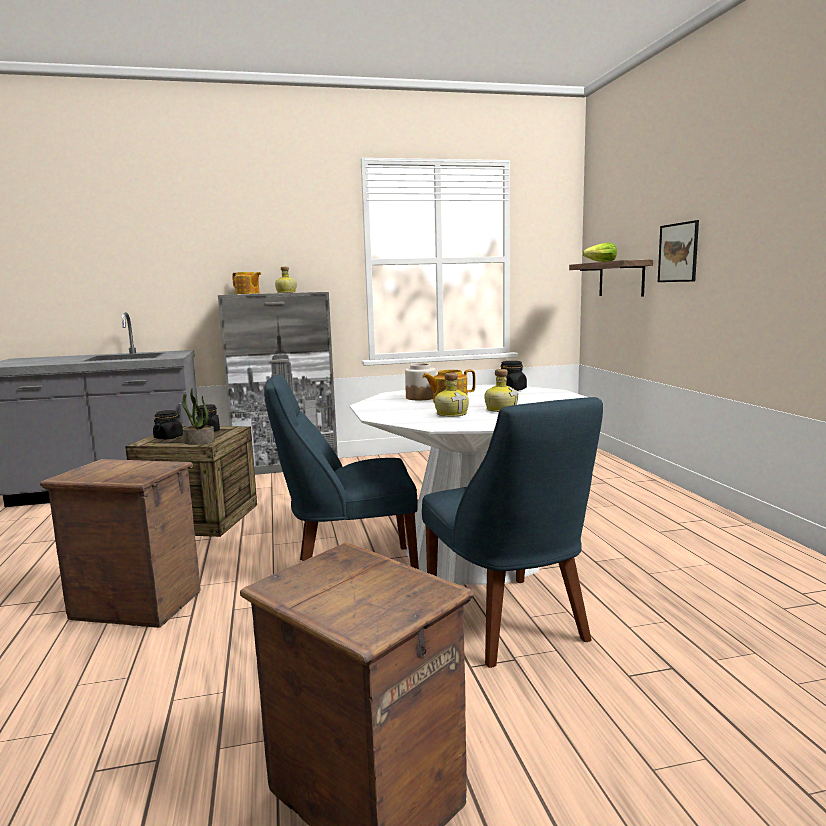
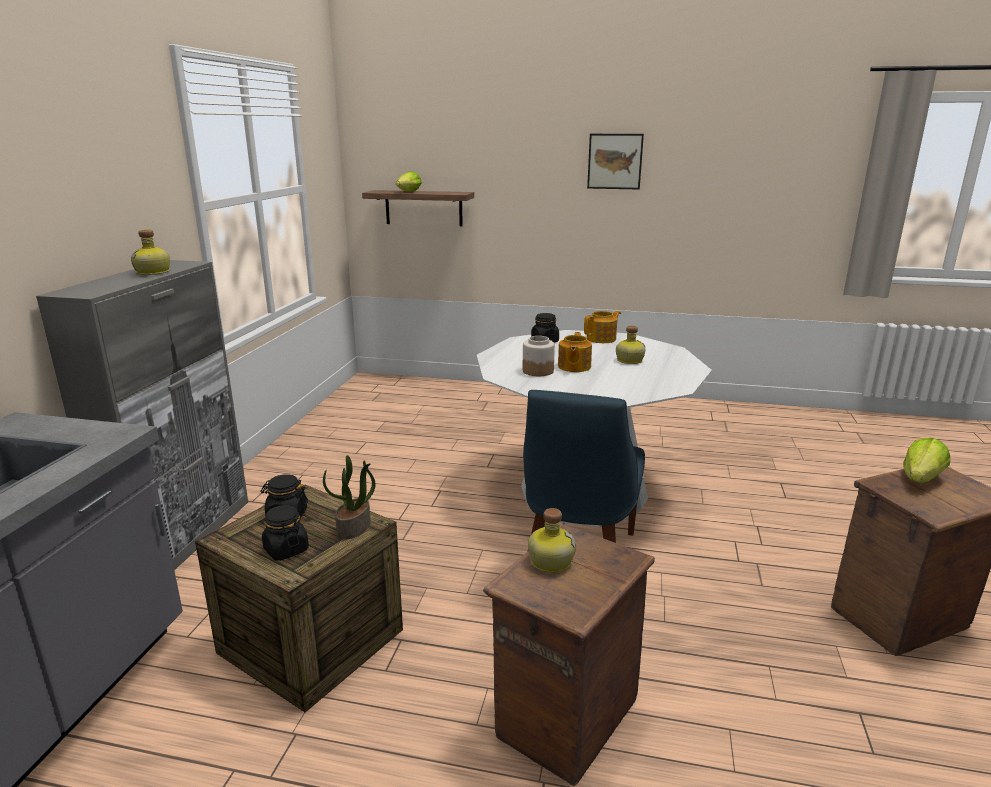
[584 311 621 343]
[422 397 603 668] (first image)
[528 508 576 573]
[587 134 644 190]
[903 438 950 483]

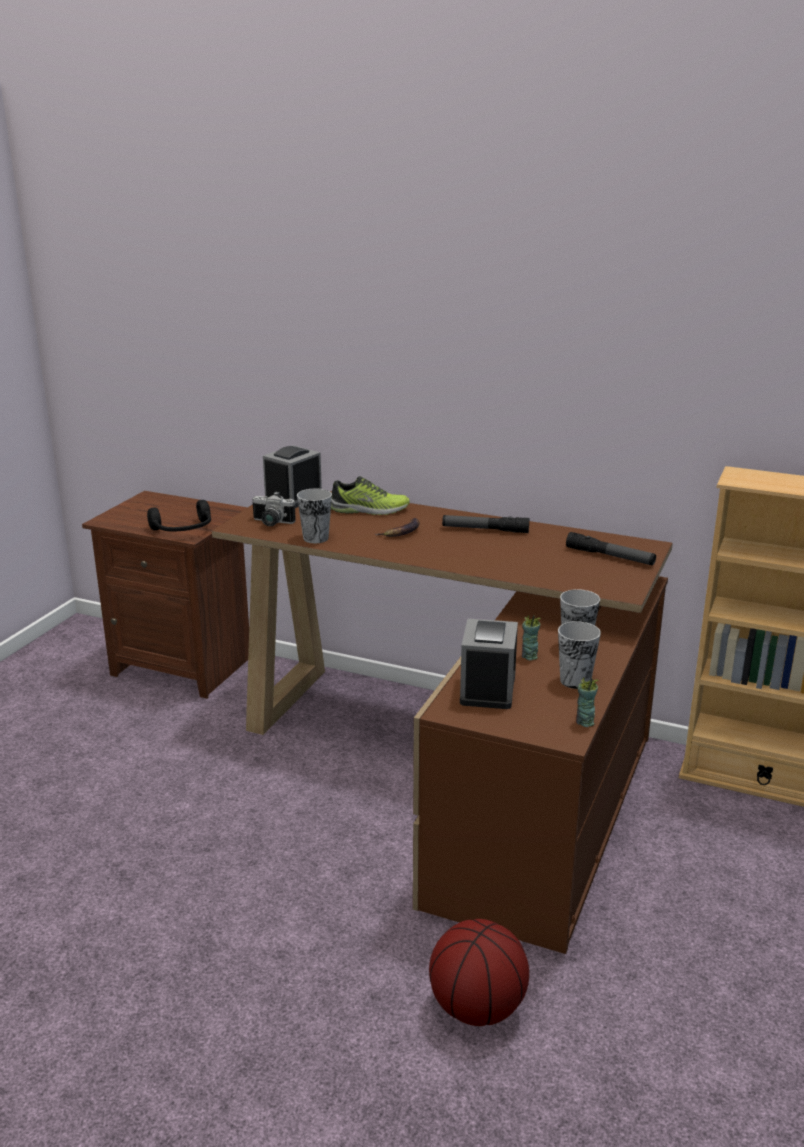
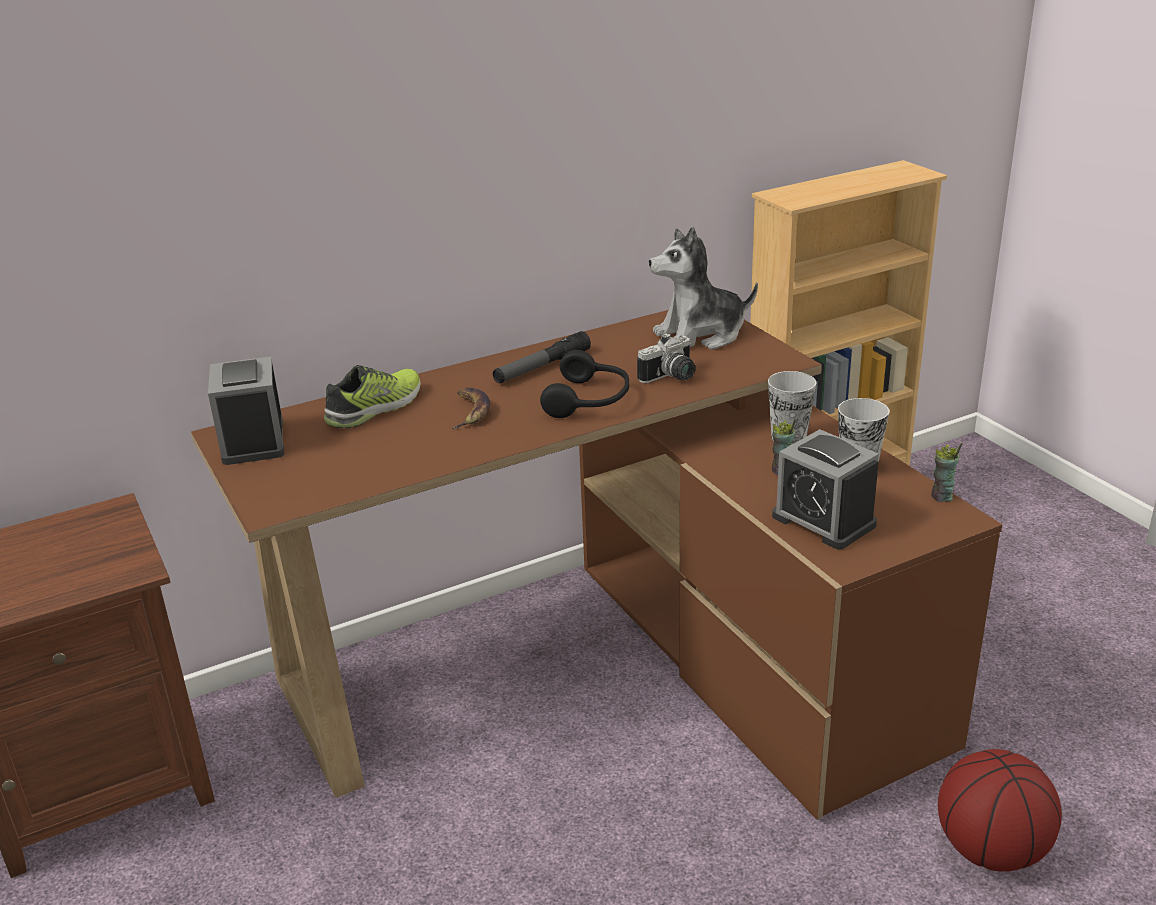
[540 350 629 418]
[637 333 696 383]
[297 489 332 543] (first image)
[649 226 758 350]

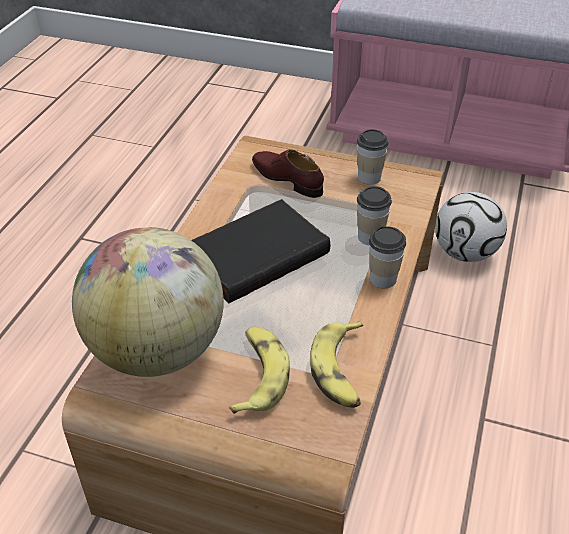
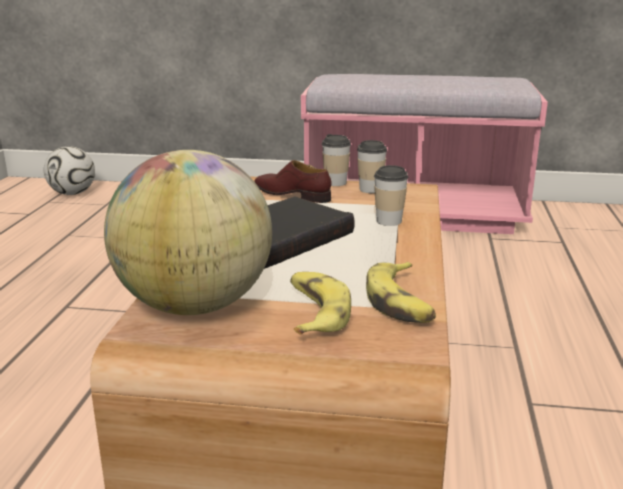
[322 134 351 186]
[44 146 95 195]

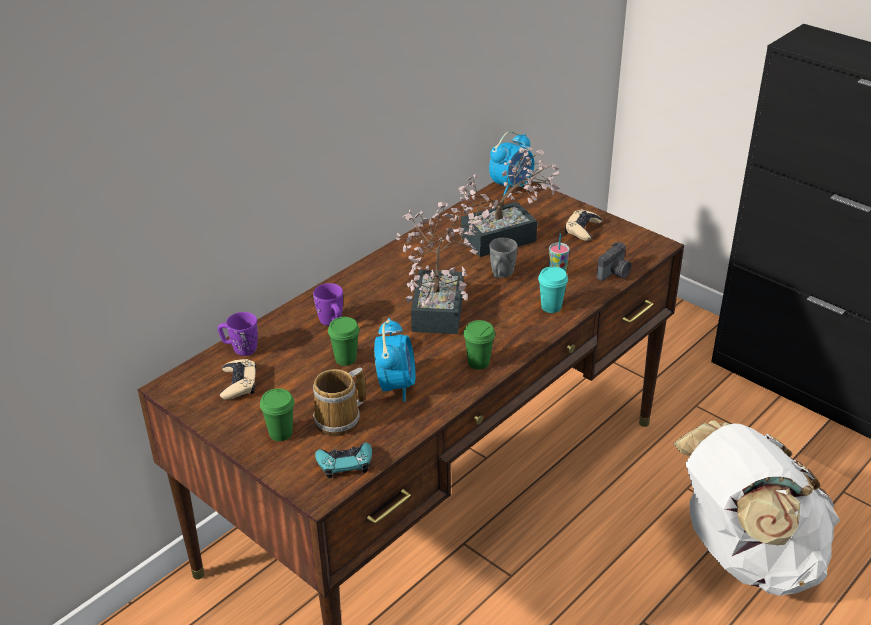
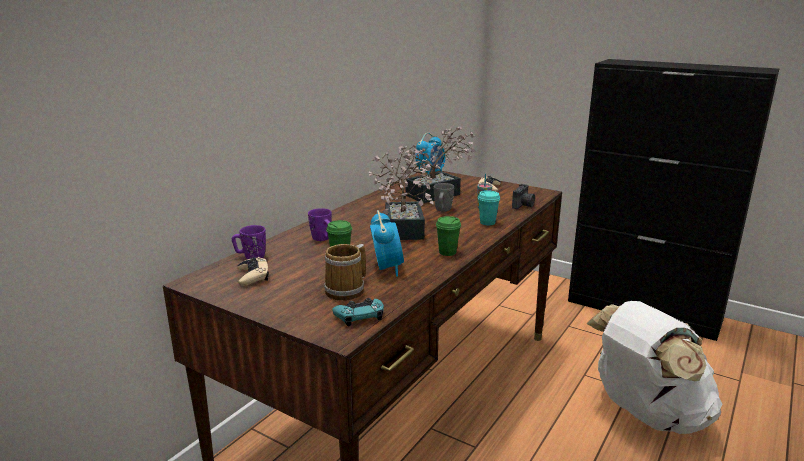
[260 388 294 441] (first image)

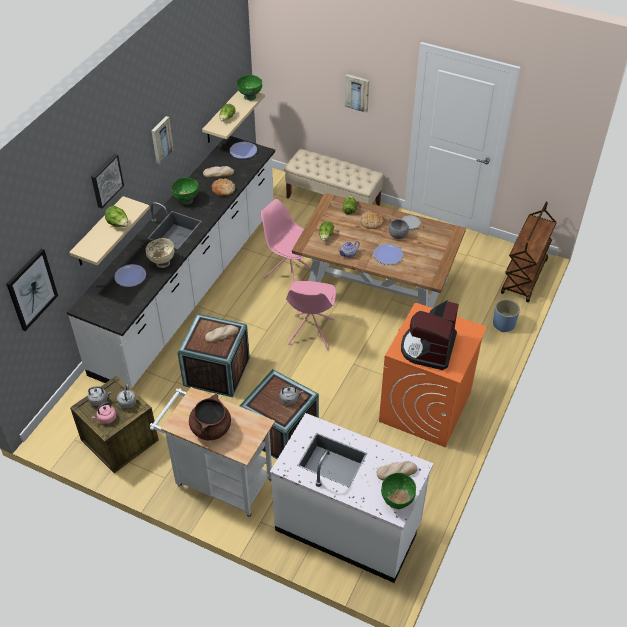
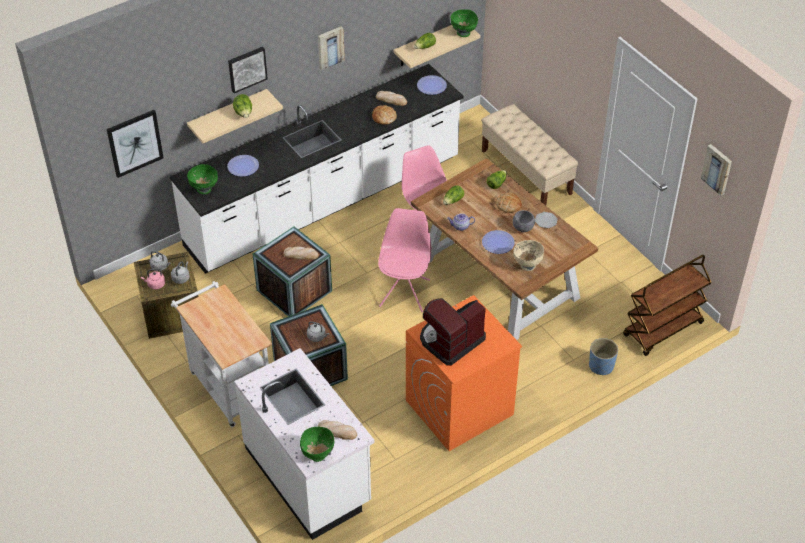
[513 240 544 271]
[187 164 218 194]
[189 394 231 440] (first image)
[378 208 431 312]
[701 144 732 196]

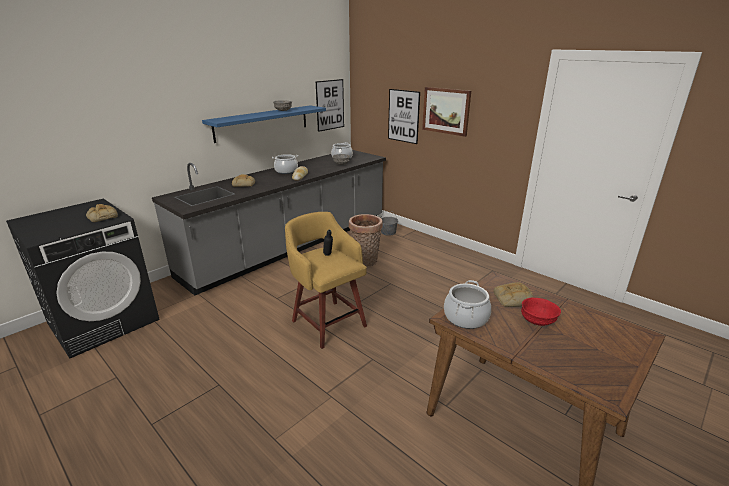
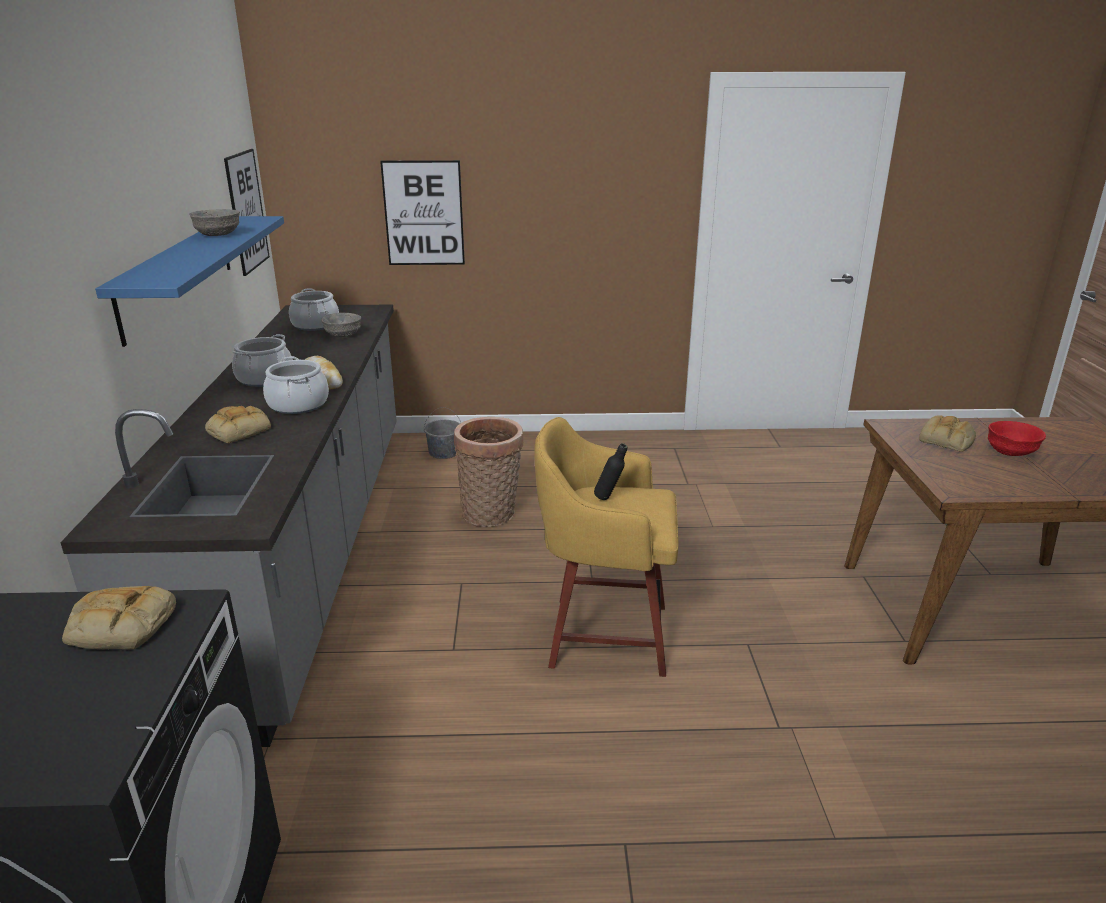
[422 87 471 137] (first image)
[263 356 329 414]

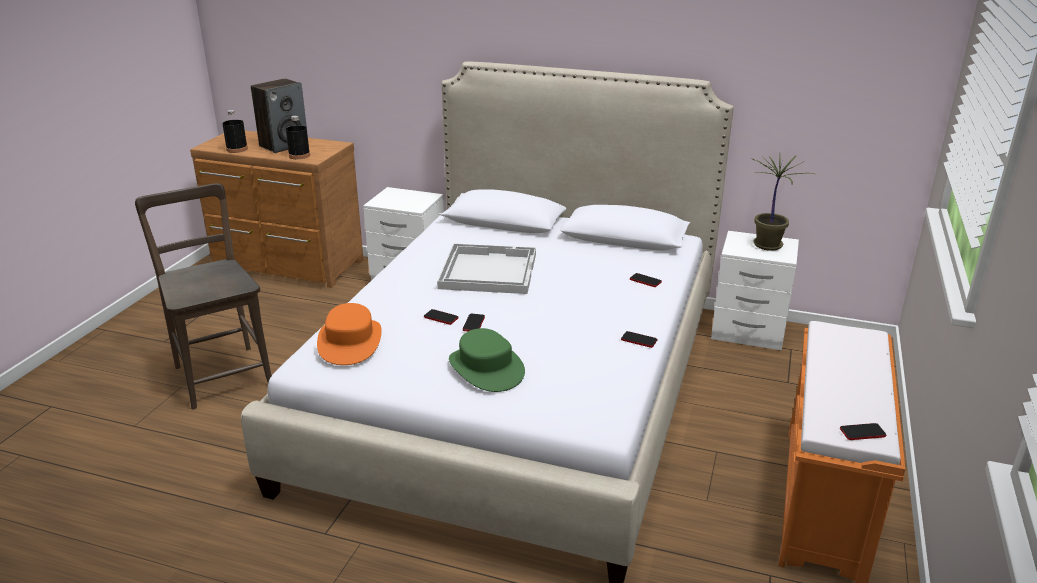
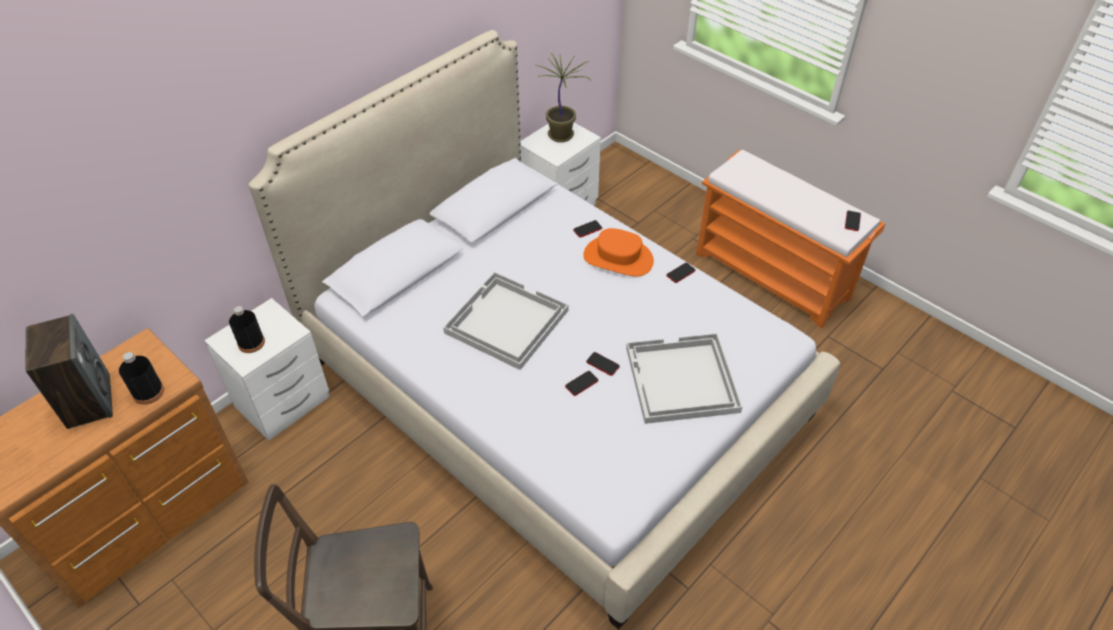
[229 306 265 353]
[583 228 654 277]
[626 333 742 424]

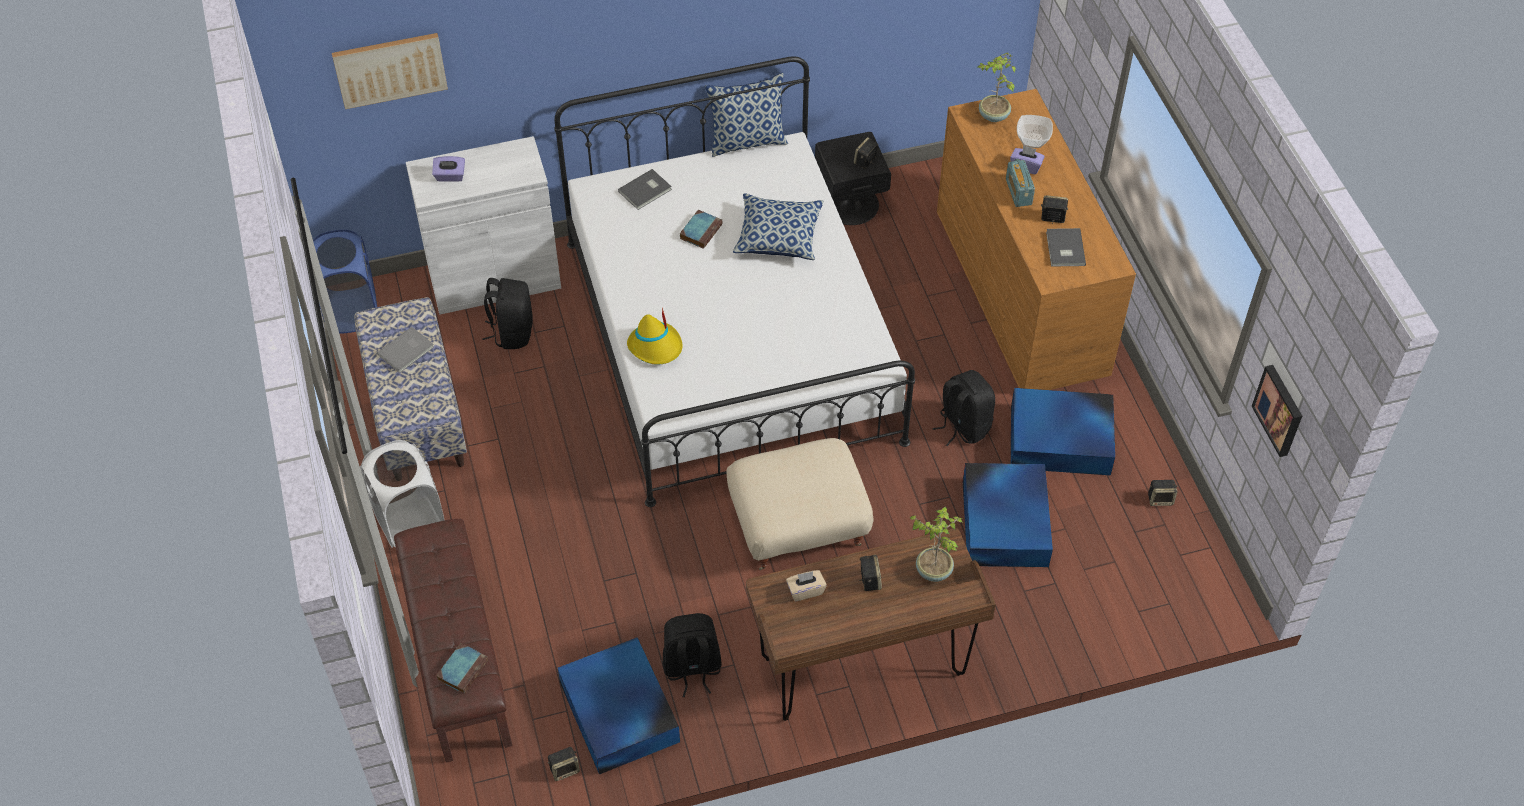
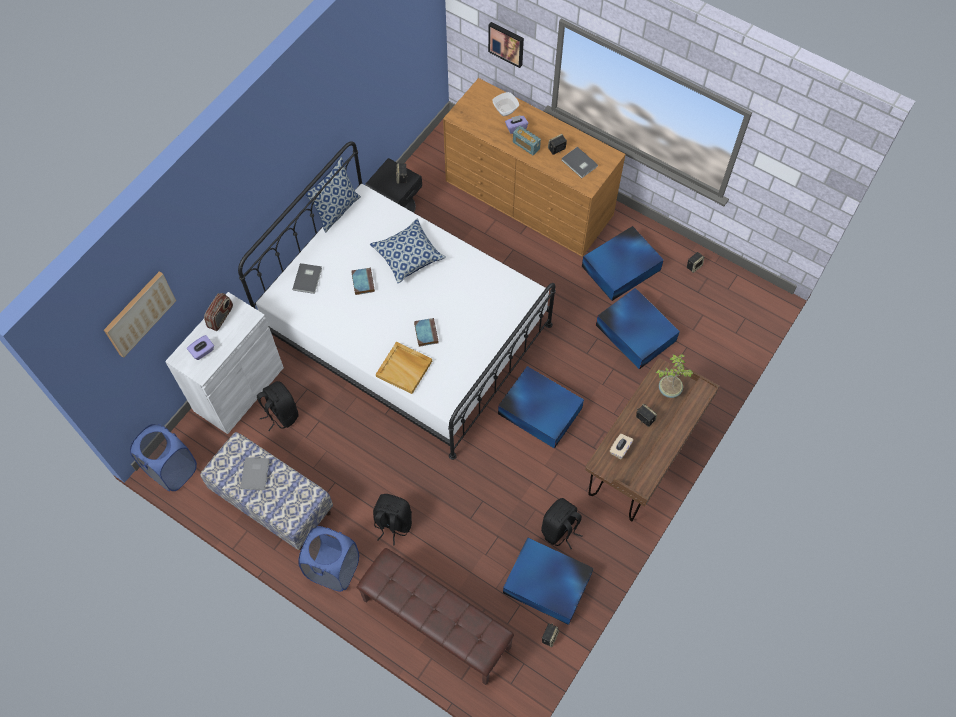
[298 526 359 592]
[414 318 439 347]
[376 342 432 394]
[498 366 584 449]
[373 494 412 546]
[978 53 1016 122] (first image)
[488 22 524 68]
[204 293 233 331]

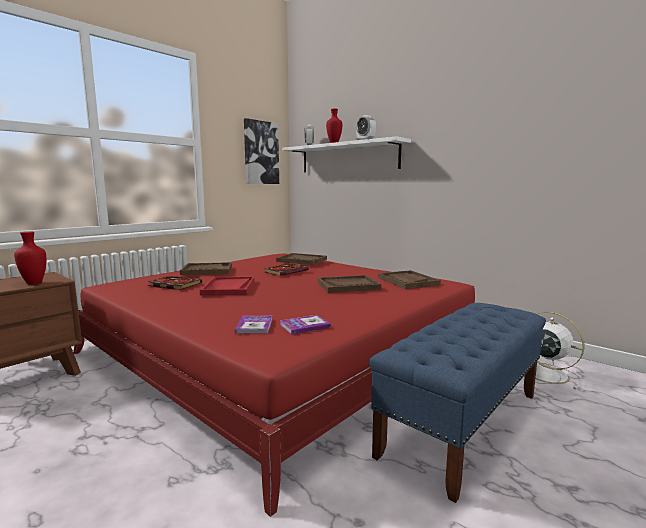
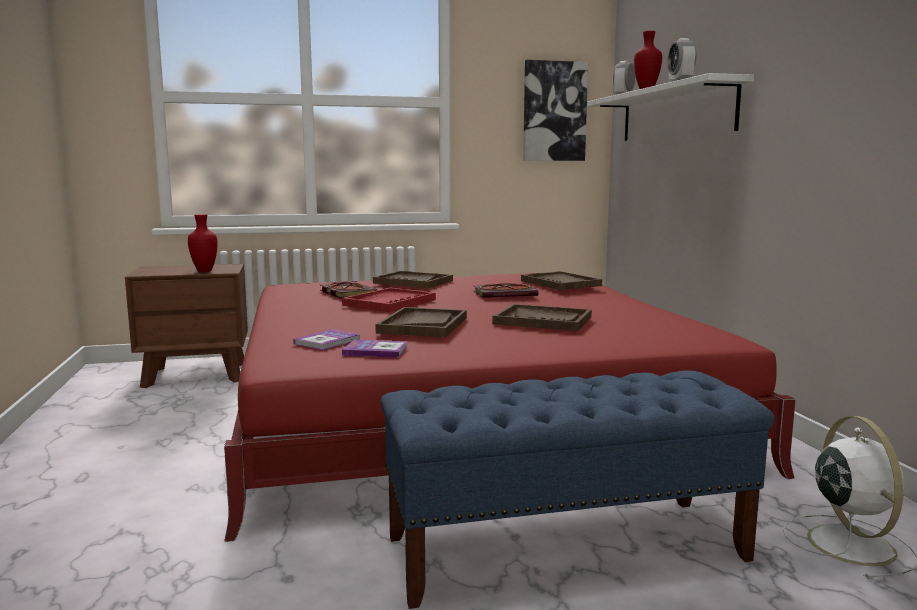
[375 307 467 337]

